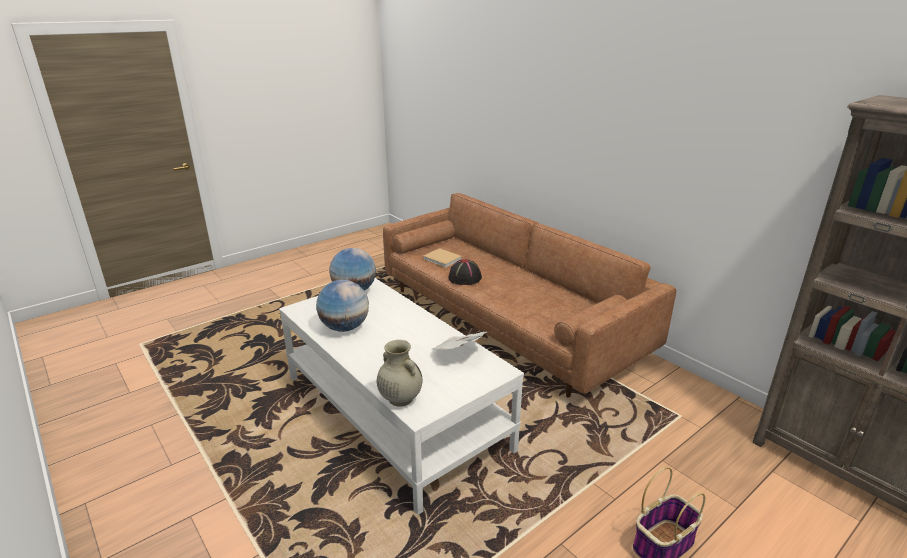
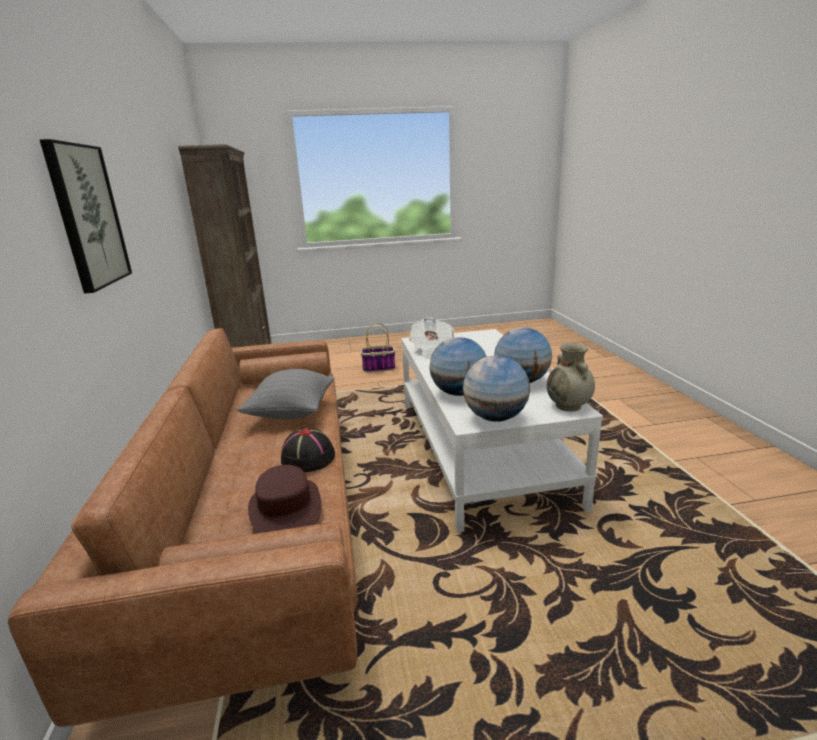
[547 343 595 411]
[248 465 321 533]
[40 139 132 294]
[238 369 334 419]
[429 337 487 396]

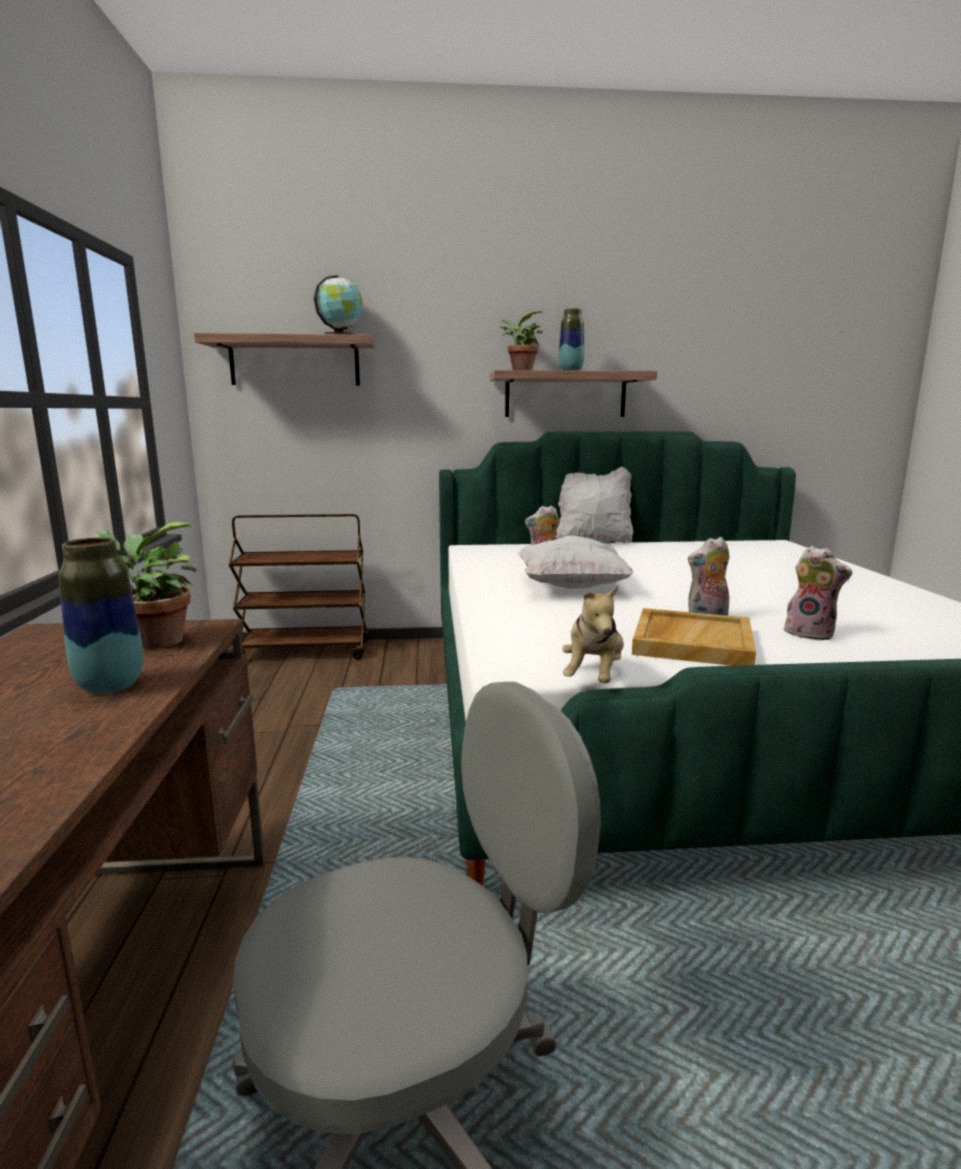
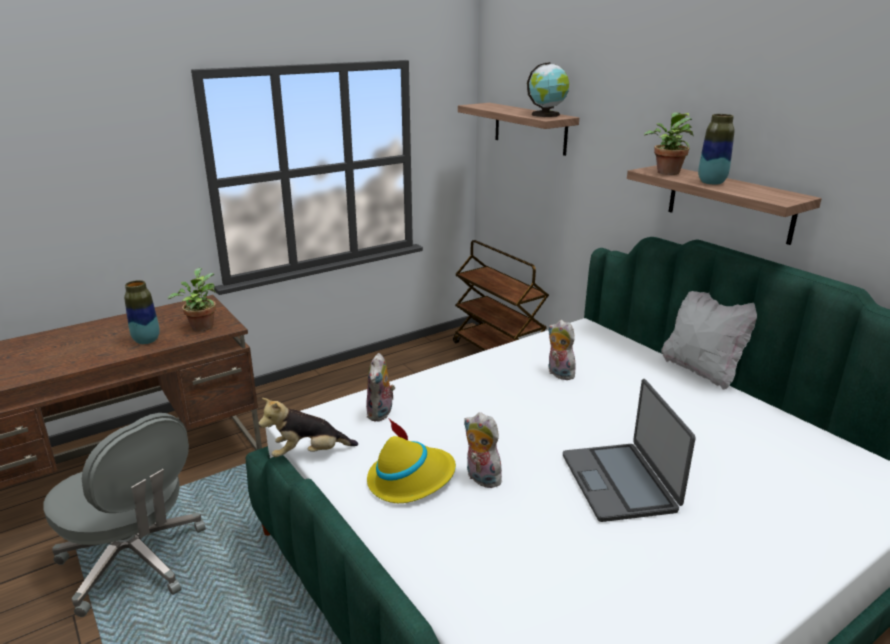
[518 536 634 589] (first image)
[367 418 456 503]
[366 353 395 422]
[563 379 696 522]

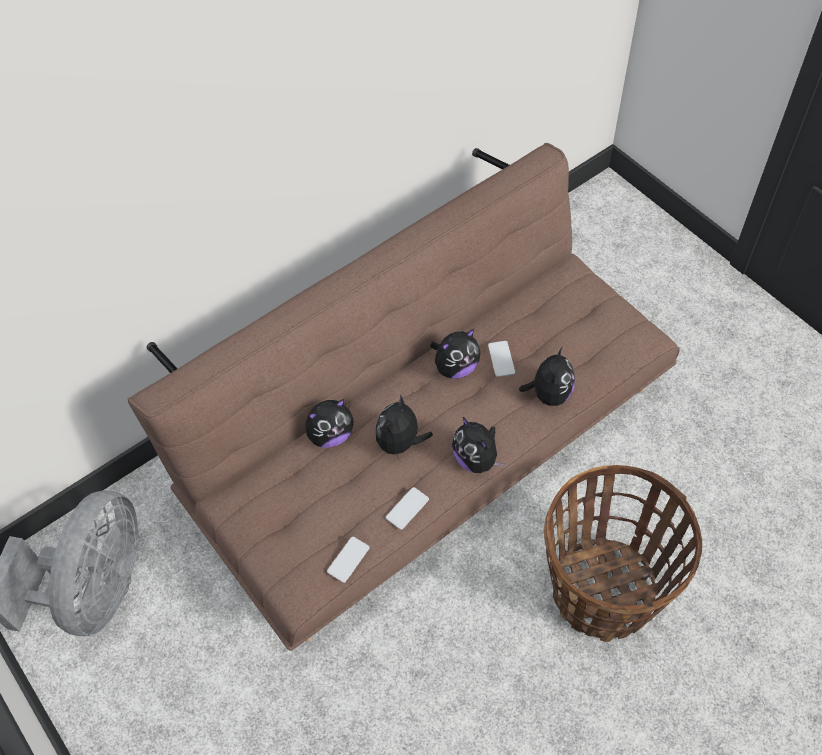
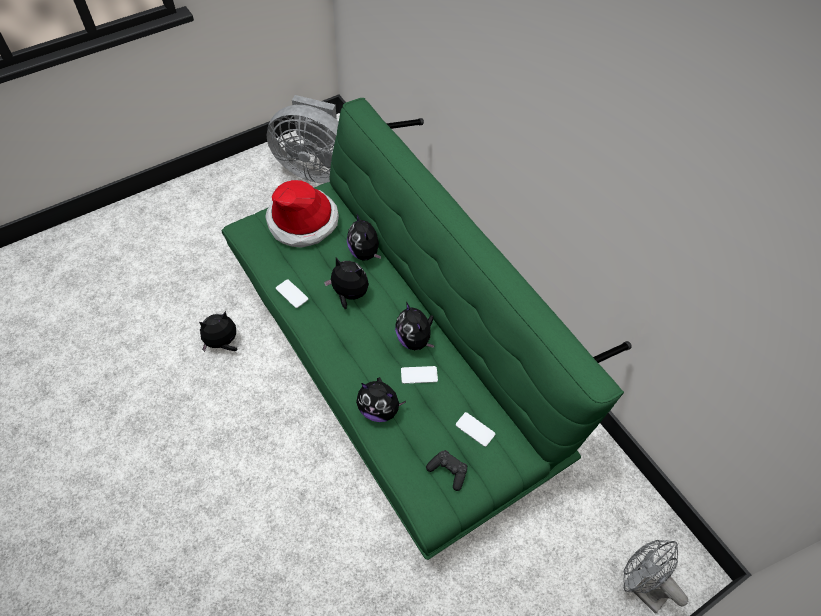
[221 98 632 560]
[456 412 495 447]
[199 311 238 352]
[544 465 702 642] (first image)
[265 180 339 248]
[426 450 467 491]
[623 540 688 613]

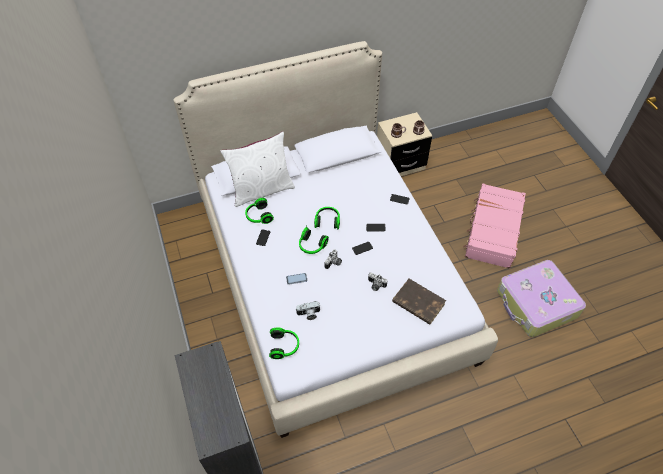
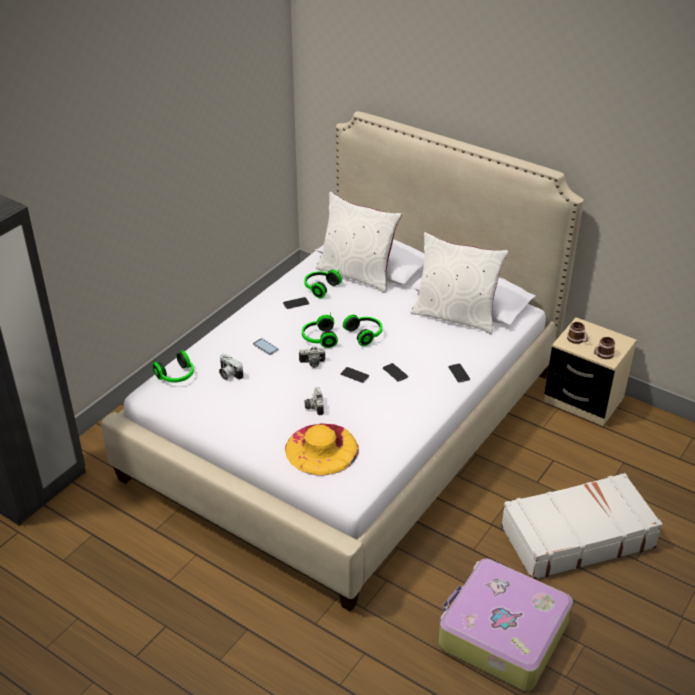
[285 423 359 476]
[501 473 663 579]
[410 232 509 334]

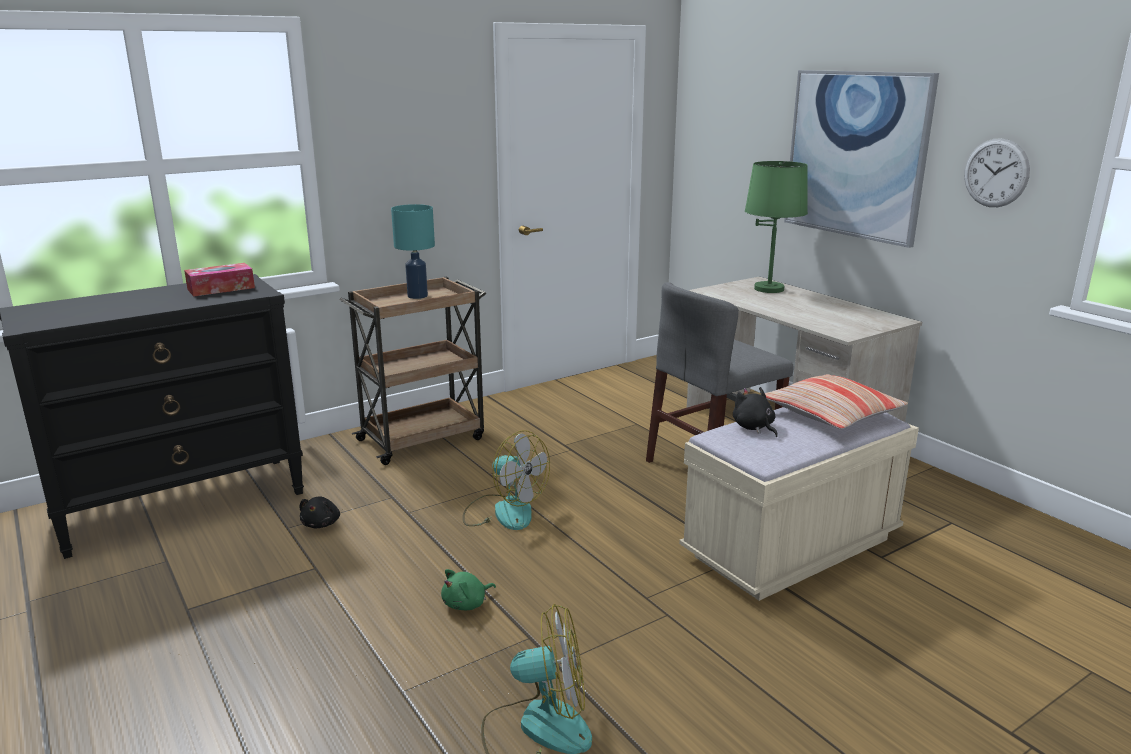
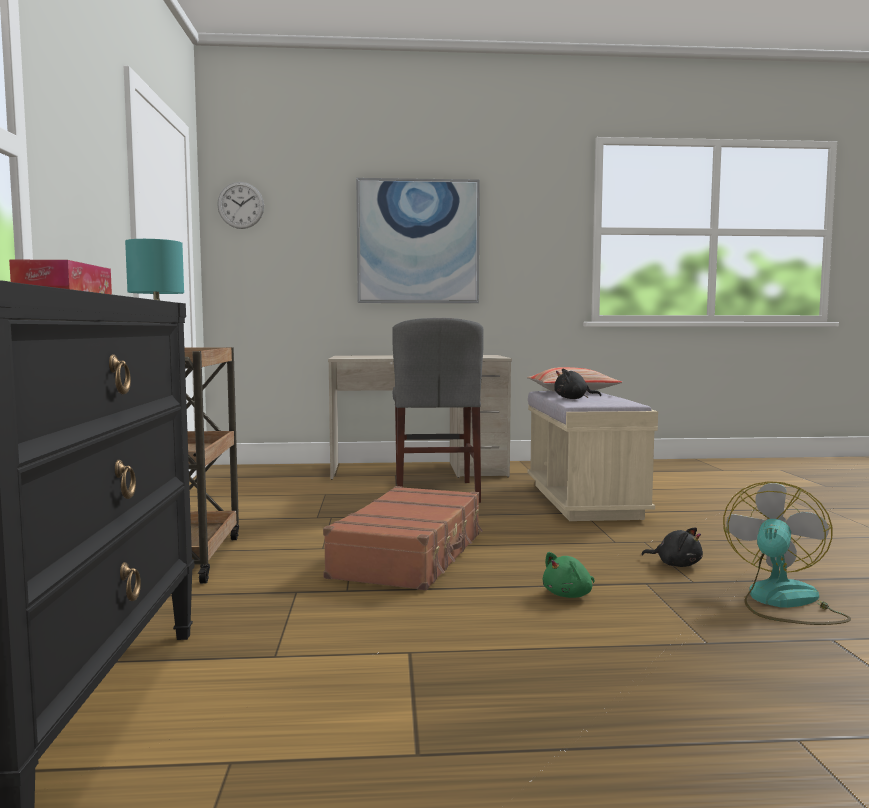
[641 527 703 567]
[543 552 595 598]
[323 486 483 591]
[745 161 808 293] (first image)
[217 182 264 229]

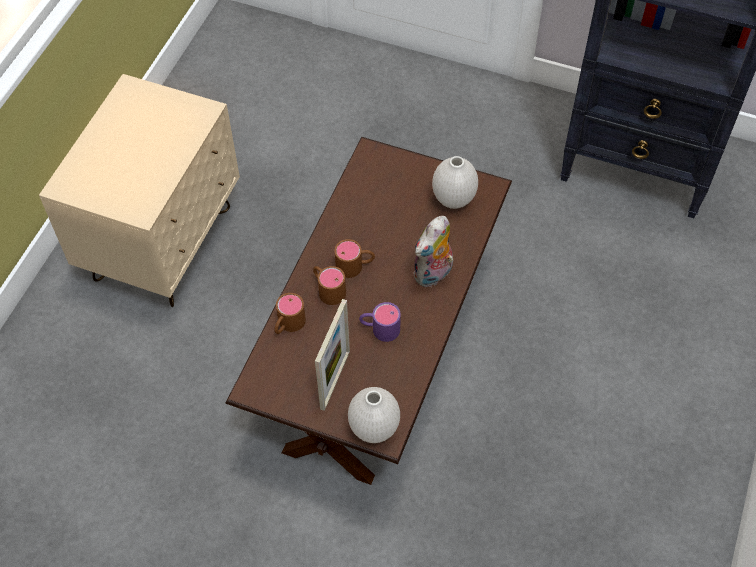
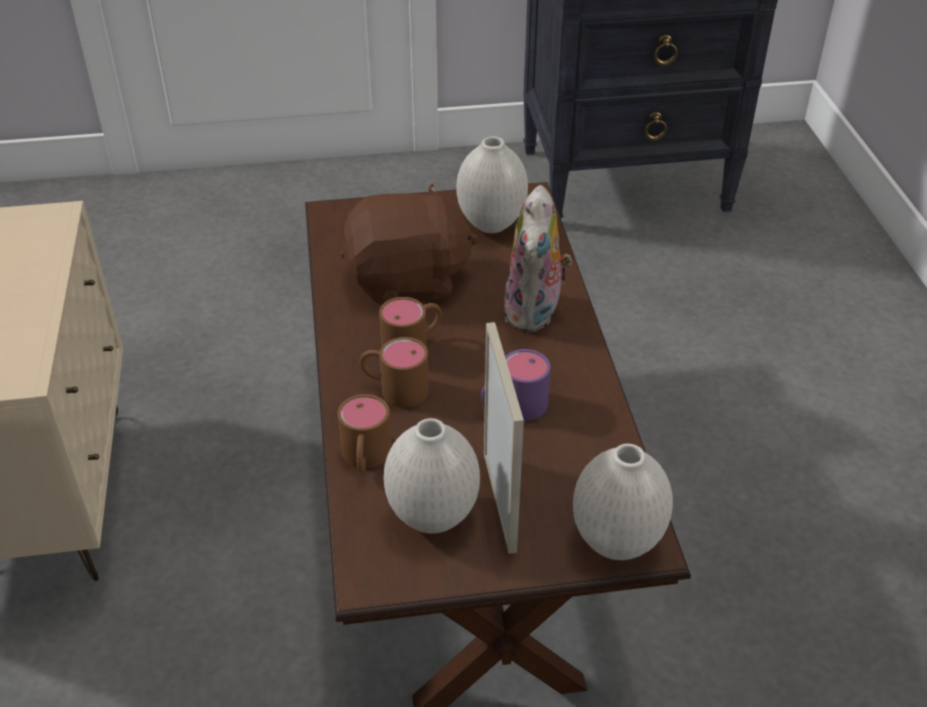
[340 184 478 305]
[384 418 480 533]

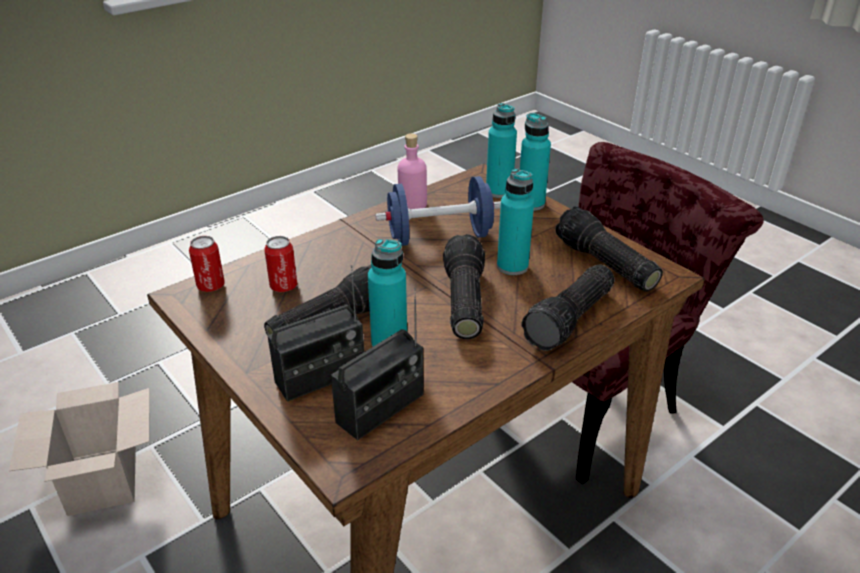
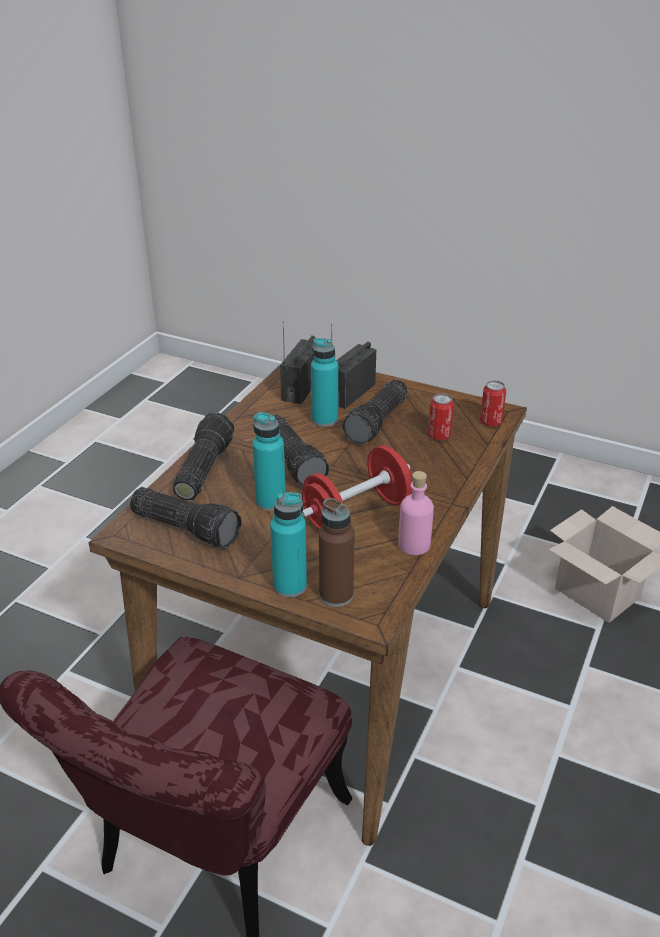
[302 445 412 529]
[319 498 355 607]

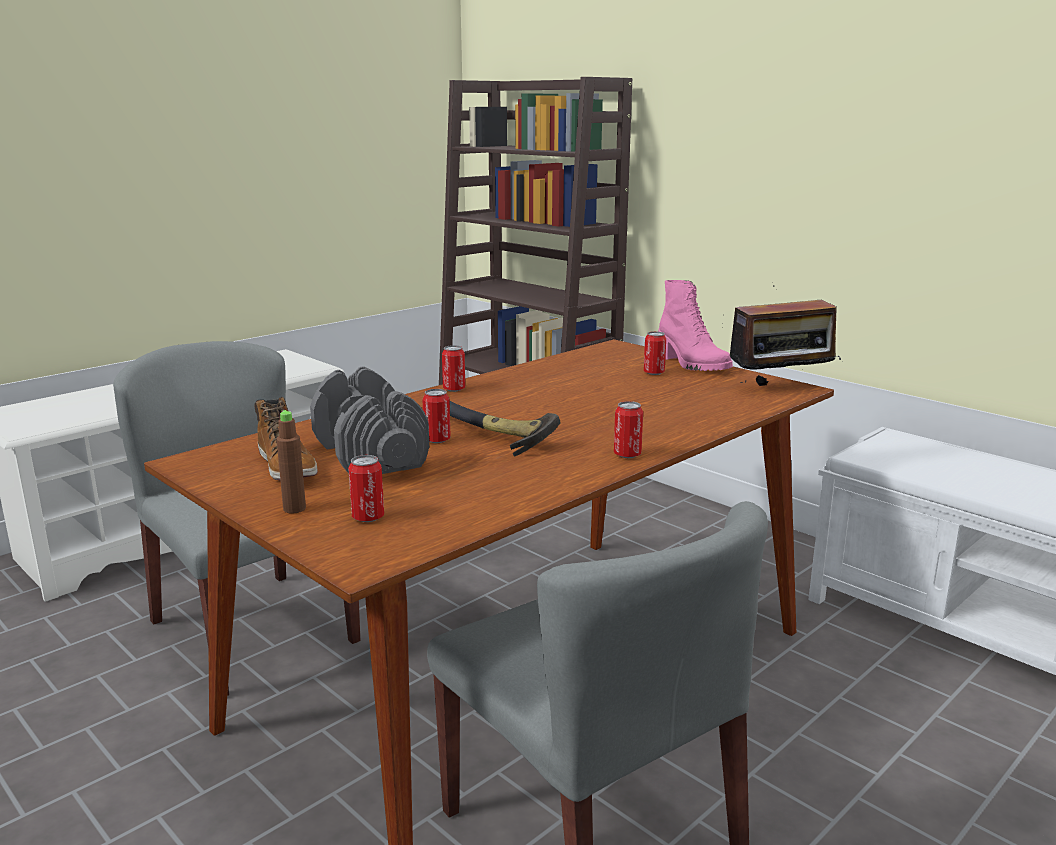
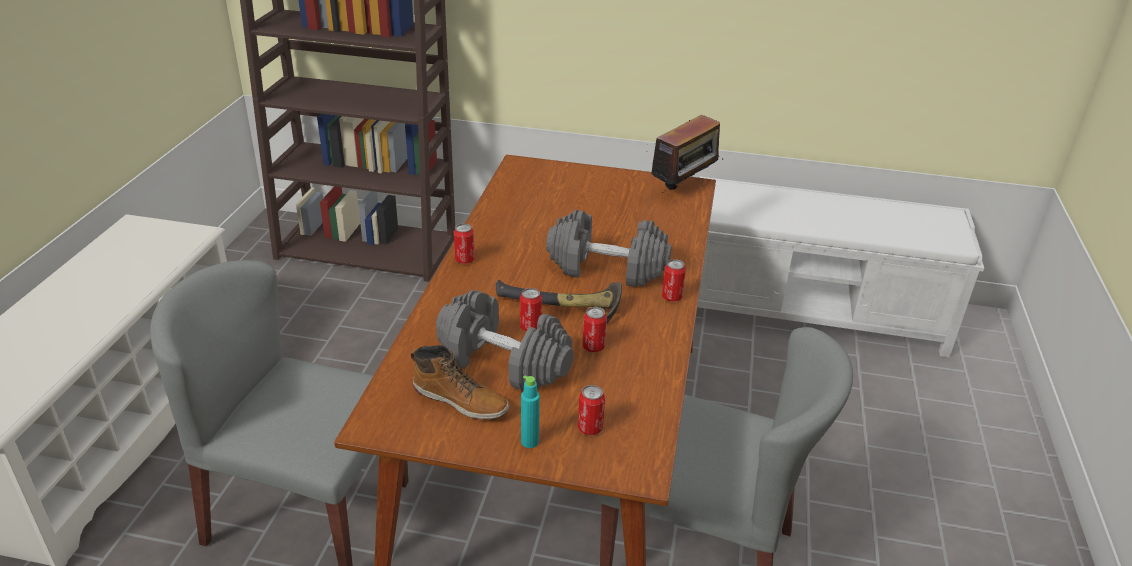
[521 375 540 448]
[583 307 607 352]
[658 280 733 371] (first image)
[546 210 672 287]

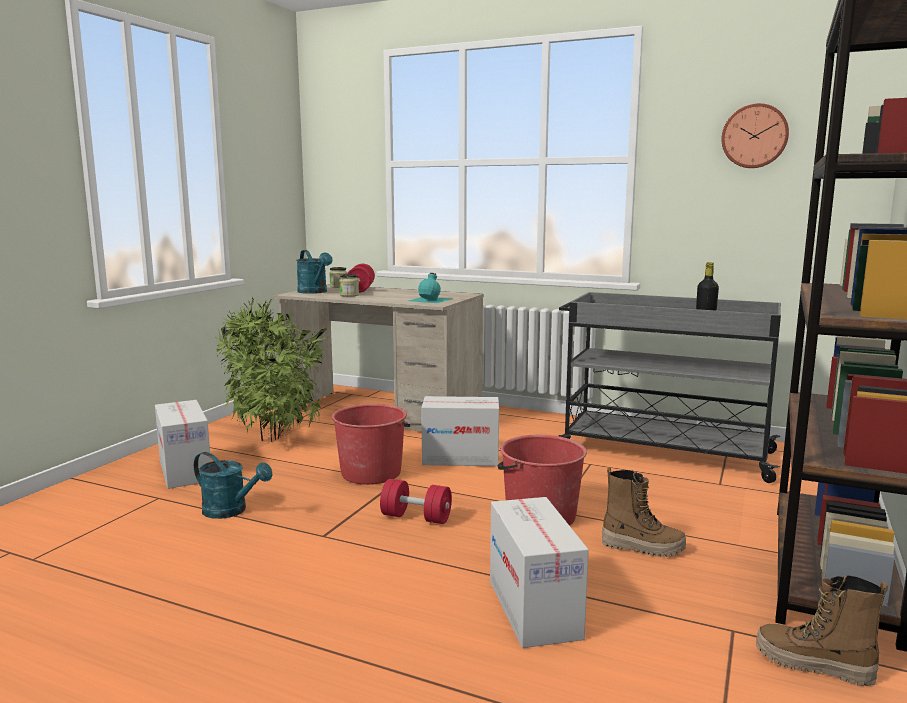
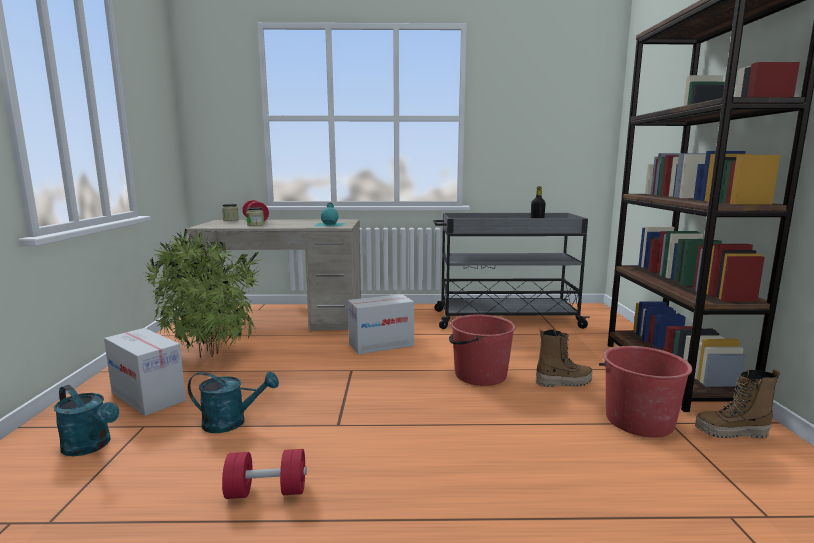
[54 385 119 456]
[599 346 692 437]
[222 449 307 499]
[490 497 589 648] (first image)
[721 103 789 168] (first image)

